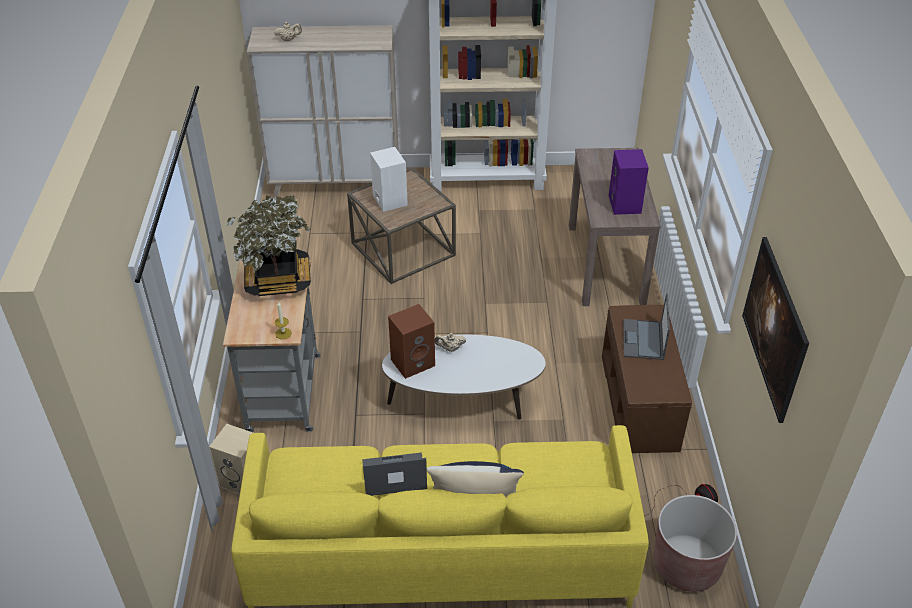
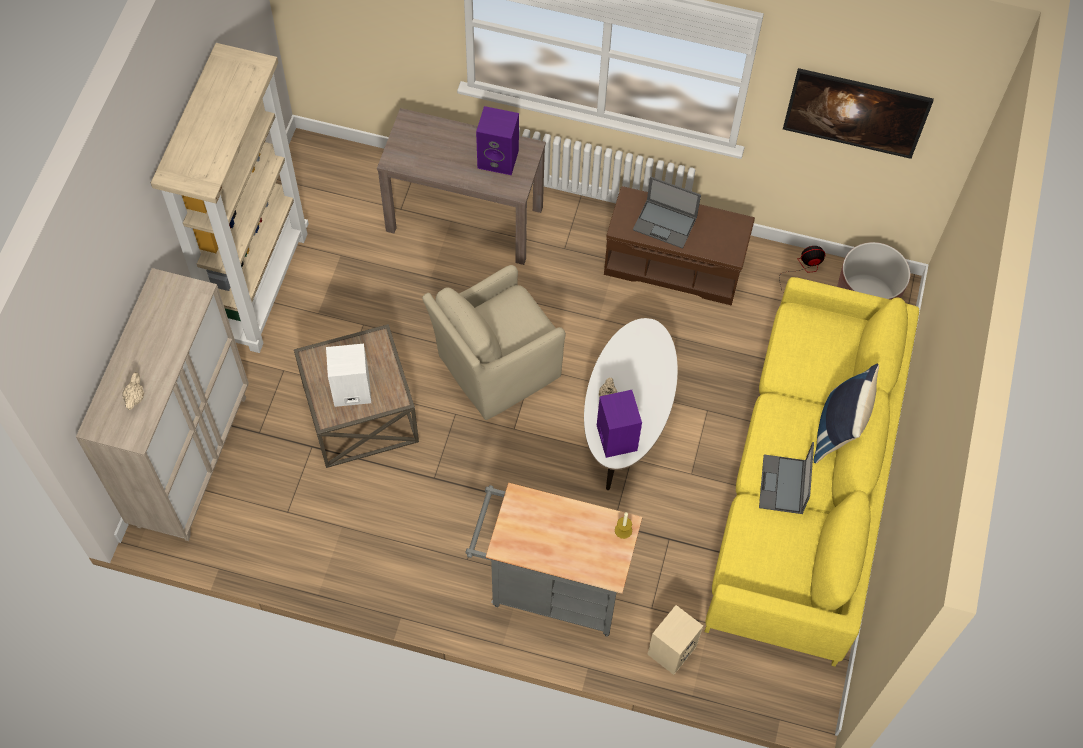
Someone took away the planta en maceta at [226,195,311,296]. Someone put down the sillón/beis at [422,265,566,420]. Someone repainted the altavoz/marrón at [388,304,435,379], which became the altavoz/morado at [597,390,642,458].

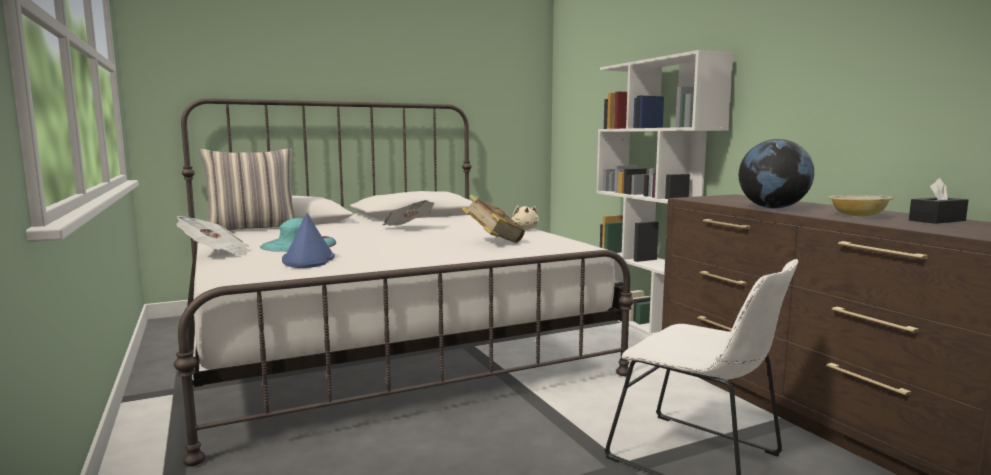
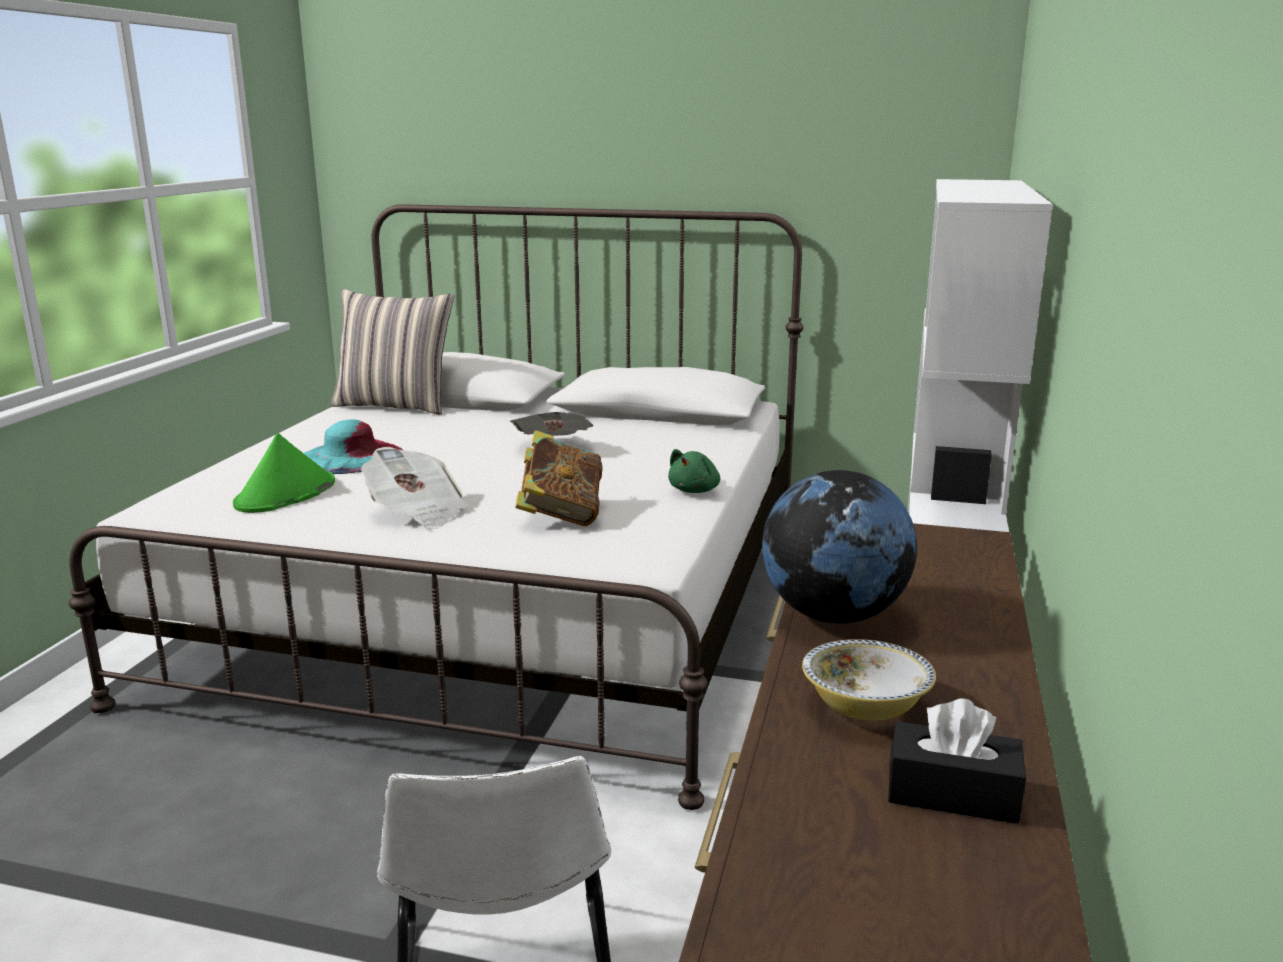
Someone carried the periódico from [176,216,249,256] to [361,447,468,529]. Someone repainted the sombrero/azul at [282,213,335,268], which became the sombrero/verde at [233,433,335,513]. Someone repainted the peluche/beis at [511,206,539,230], which became the peluche/verde at [668,449,720,493].

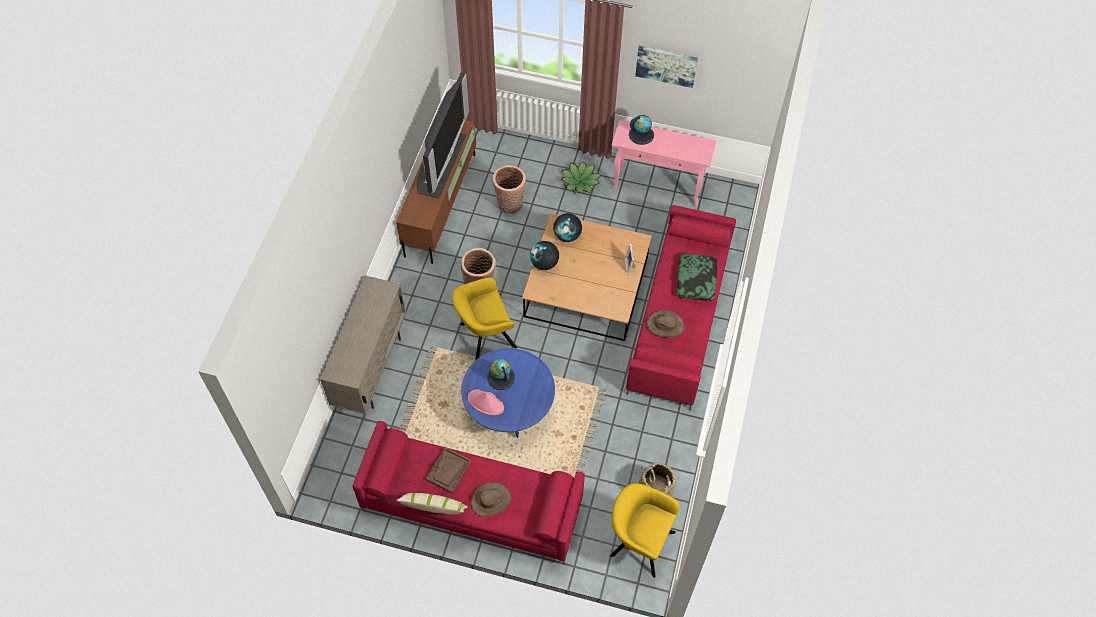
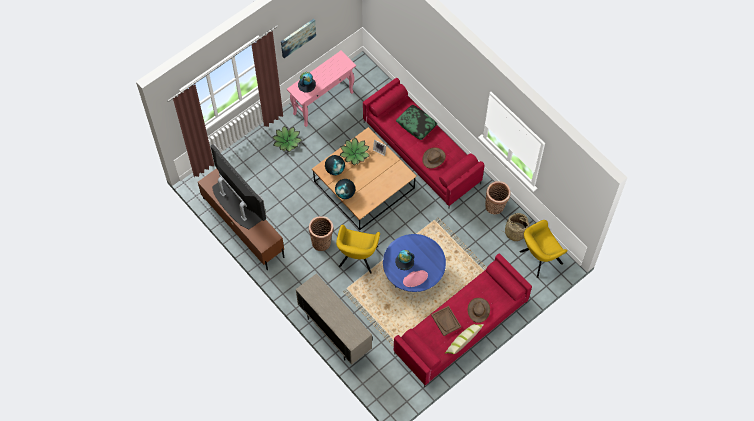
Someone put down the planta en maceta at [340,138,370,165]. Someone carried the cesta from [493,165,526,214] to [485,181,510,215].

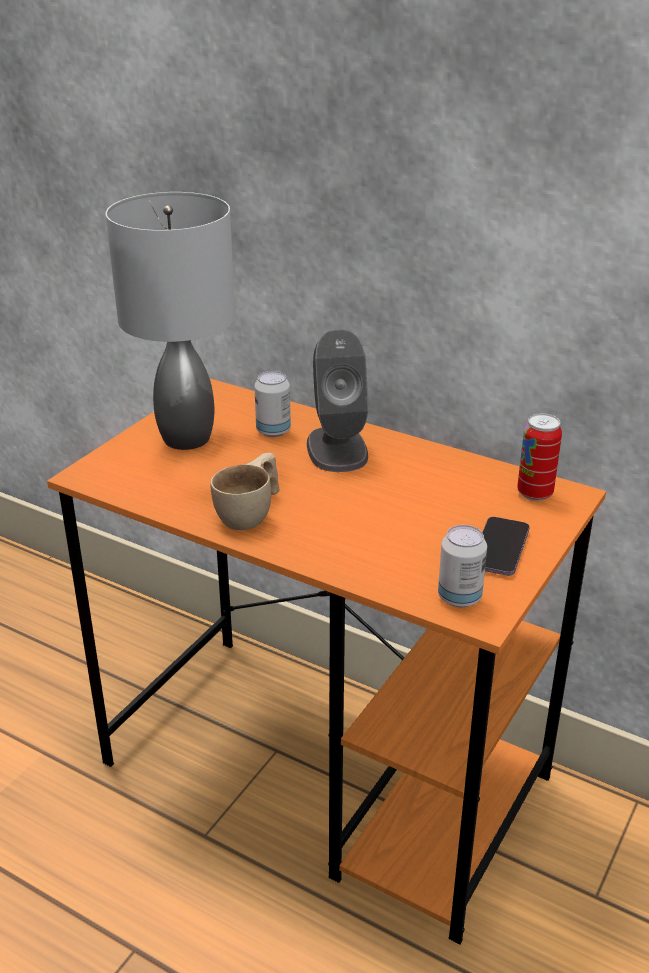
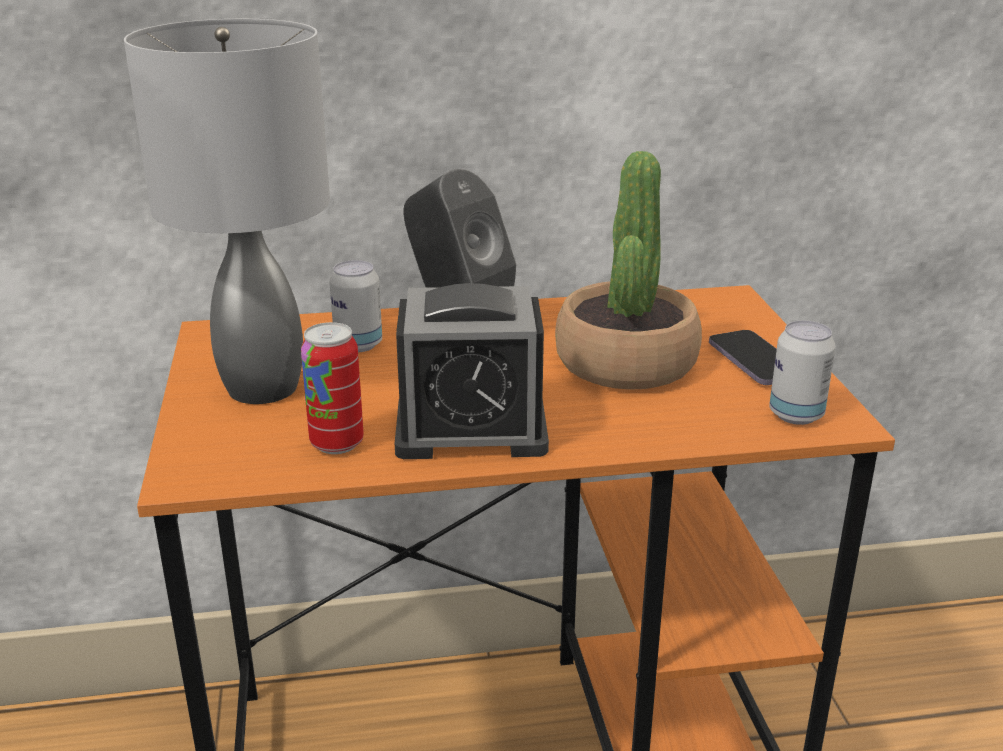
Someone put down the planta en maceta at [555,151,702,390]. Someone carried the lata from [517,413,562,501] to [301,322,364,454]. Someone swapped the taza/beis at [210,453,280,530] for the despertador at [395,283,549,459].

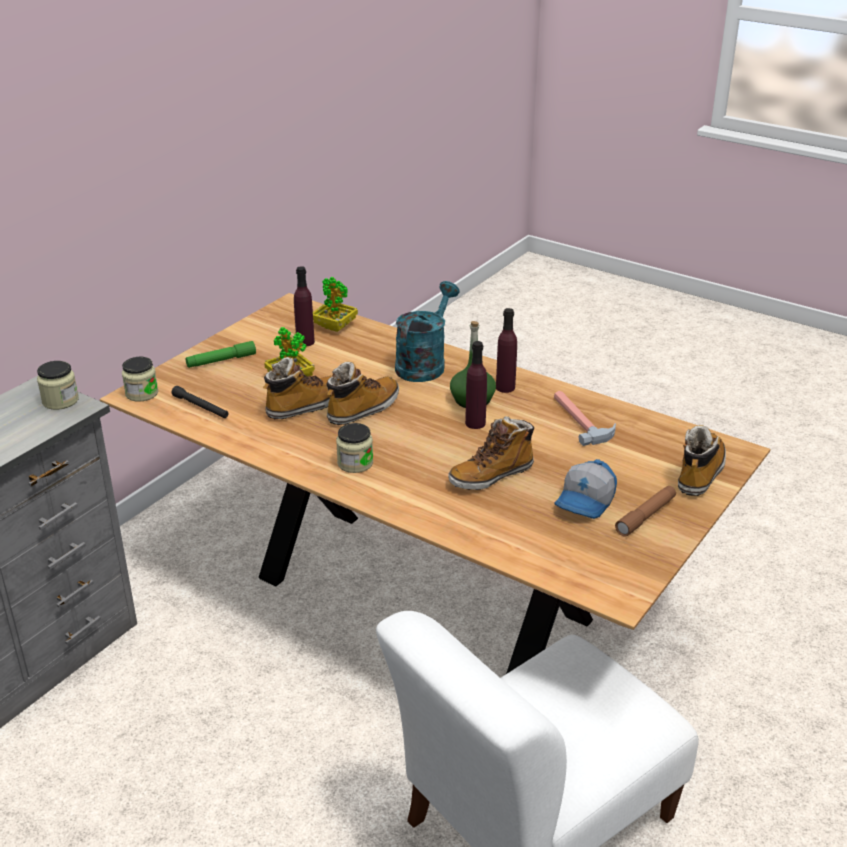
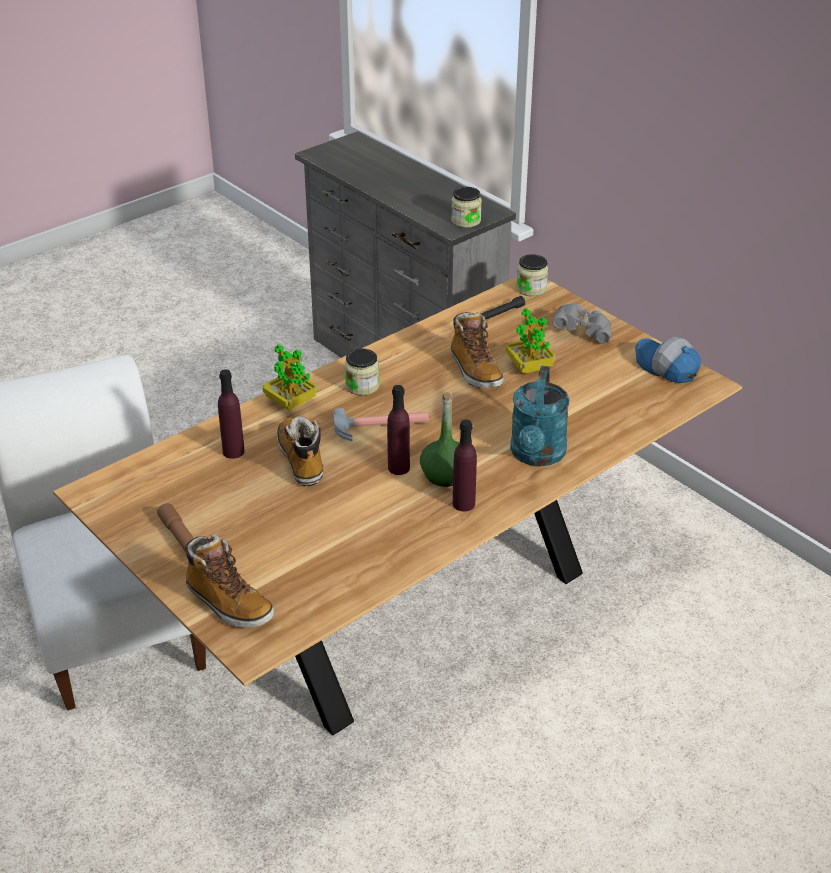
Someone took away the bota at [326,362,399,425]. Someone carried the botella/morado from [294,266,315,346] to [218,369,244,459]. Someone carried the planta en maceta from [313,277,358,332] to [263,344,318,411]. Someone carried the martillo from [554,391,616,446] to [333,408,428,441]. Someone carried the gorra from [554,459,617,519] to [635,337,701,383]. Someone swapped the linterna/verde at [186,341,256,368] for the prismáticos/gris at [552,304,611,344]. Someone rotated the regadera/turquesa at [395,281,460,382] by 60 degrees clockwise.

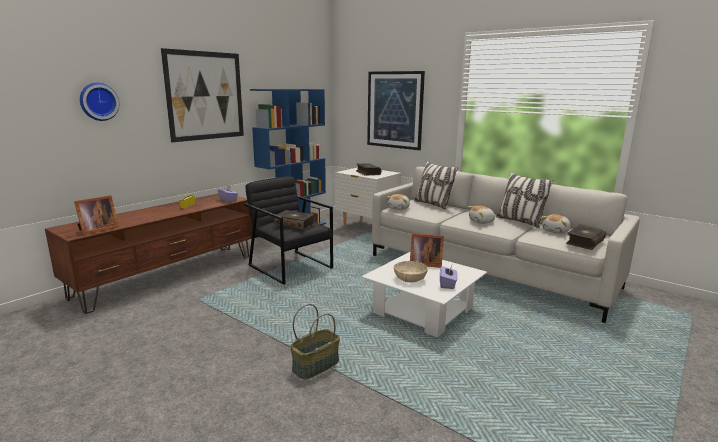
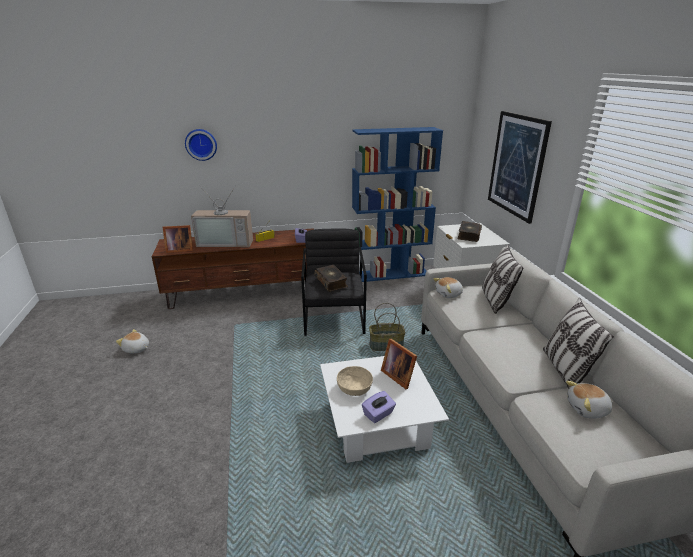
Someone took away the cuadro at [161,48,244,142]. Someone took away the libro at [565,224,606,250]. Someone put down the televisor at [191,186,253,247]. Someone carried the cesta from [290,304,340,380] to [369,303,405,351]. Someone carried the peluche from [467,206,495,224] to [116,329,149,353].

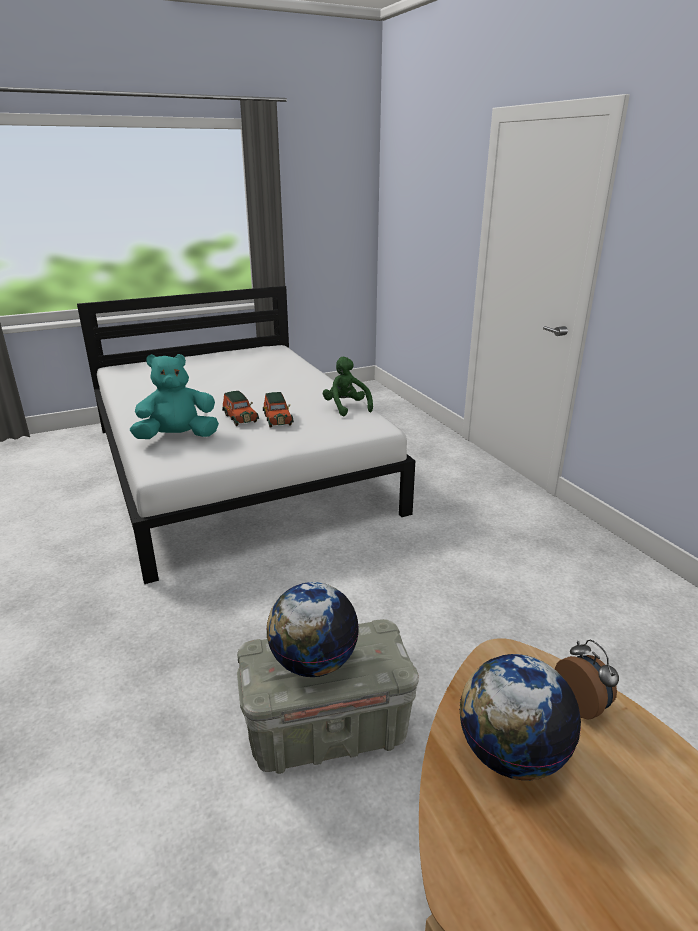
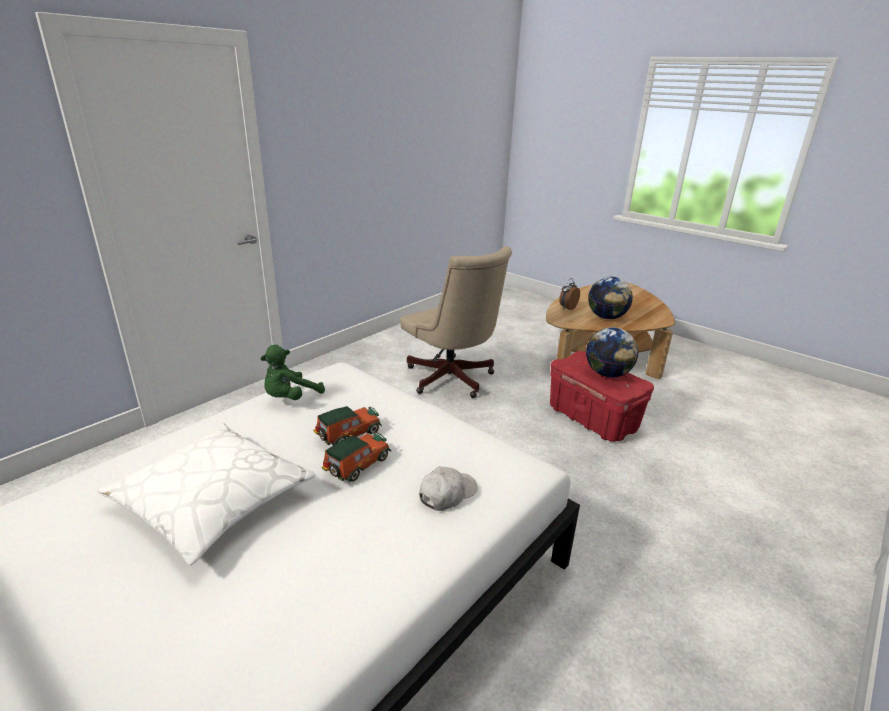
Someone put down the cojín/blanco at [97,423,316,565]. Someone put down the silla de oficina/beis at [400,246,512,398]. Someone swapped the peluche/turquesa at [130,354,219,439] for the gorra/blanco at [419,467,478,511]. Someone repainted the caja de almacenaje/gris at [237,619,419,774], which became the caja de almacenaje/rojo at [550,351,654,442].

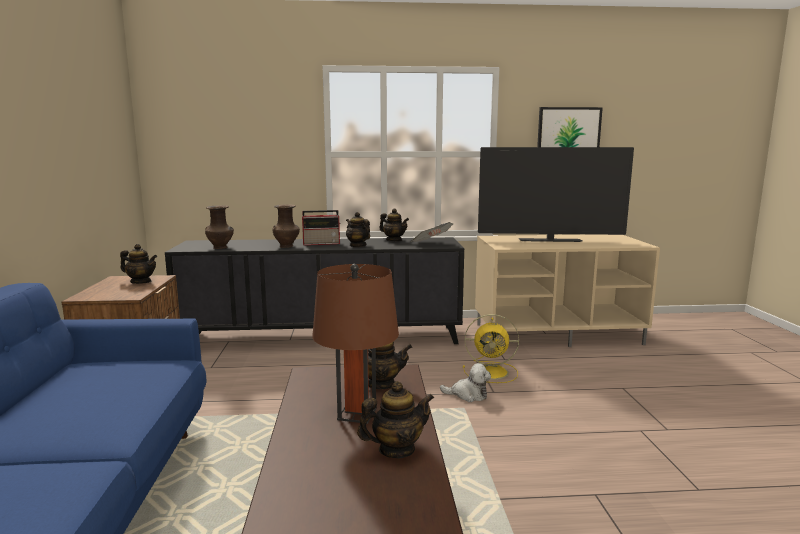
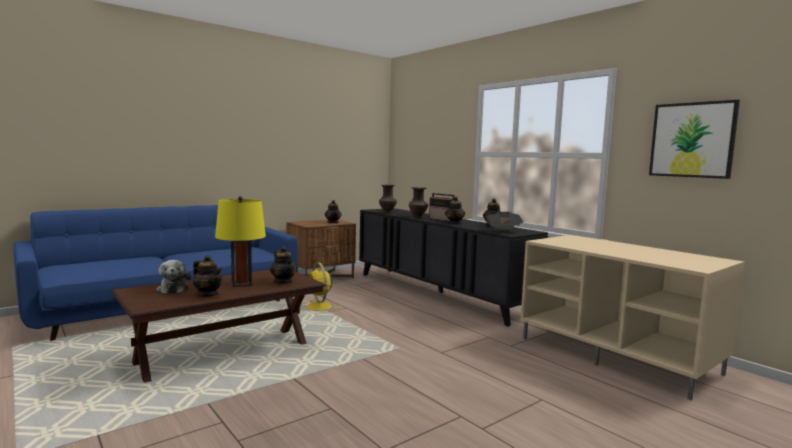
Someone took away the televisor at [478,147,634,242]. Someone carried the peluche from [440,363,491,402] to [157,260,191,294]. Someone carried the ventilador/amarillo from [463,314,519,383] to [300,263,340,313]. Someone repainted the lámpara de mesa/marrón at [312,264,399,424], which became the lámpara de mesa/amarillo at [215,196,266,287].

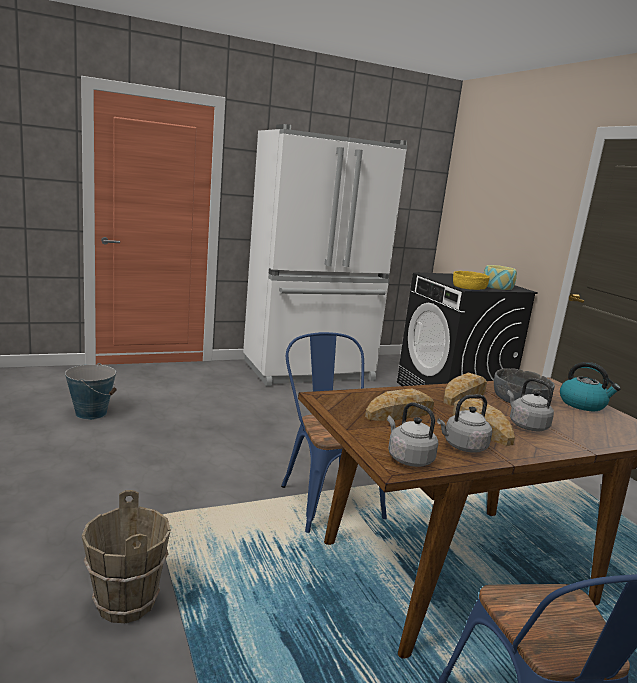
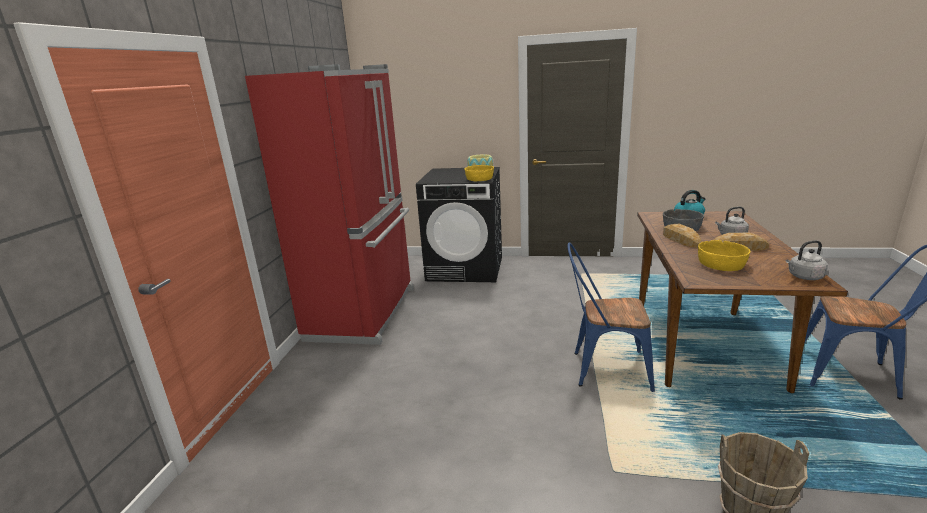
Someone took away the cubo at [65,363,117,420]. Someone took away the hervidor/gris at [437,394,492,453]. Someone swapped the pan at [365,388,434,421] for the cuenco/amarillo at [698,240,750,271]. Someone repainted the nevera/blanco at [243,124,407,386], which became the nevera/rojo at [245,64,414,345].

